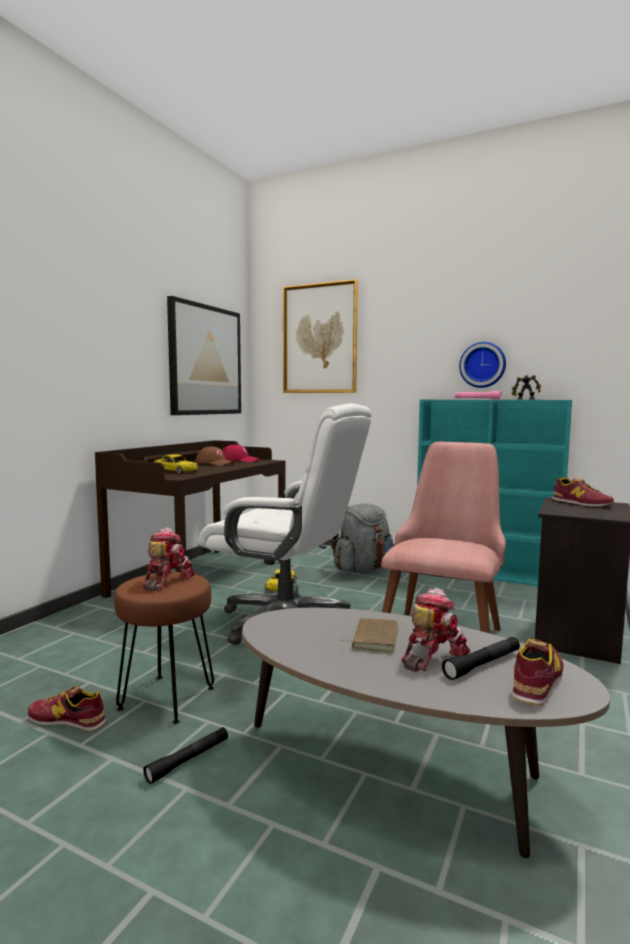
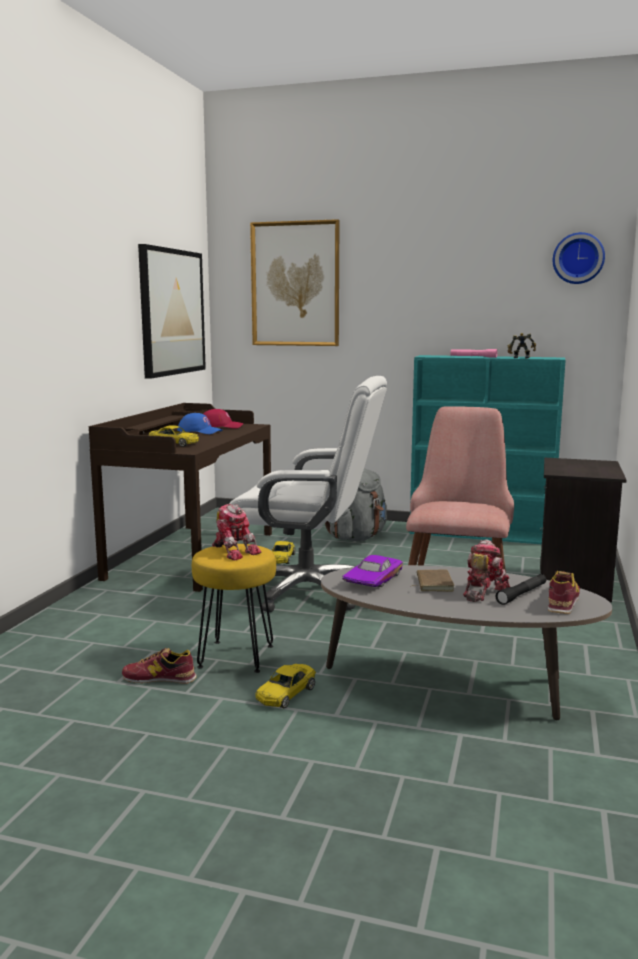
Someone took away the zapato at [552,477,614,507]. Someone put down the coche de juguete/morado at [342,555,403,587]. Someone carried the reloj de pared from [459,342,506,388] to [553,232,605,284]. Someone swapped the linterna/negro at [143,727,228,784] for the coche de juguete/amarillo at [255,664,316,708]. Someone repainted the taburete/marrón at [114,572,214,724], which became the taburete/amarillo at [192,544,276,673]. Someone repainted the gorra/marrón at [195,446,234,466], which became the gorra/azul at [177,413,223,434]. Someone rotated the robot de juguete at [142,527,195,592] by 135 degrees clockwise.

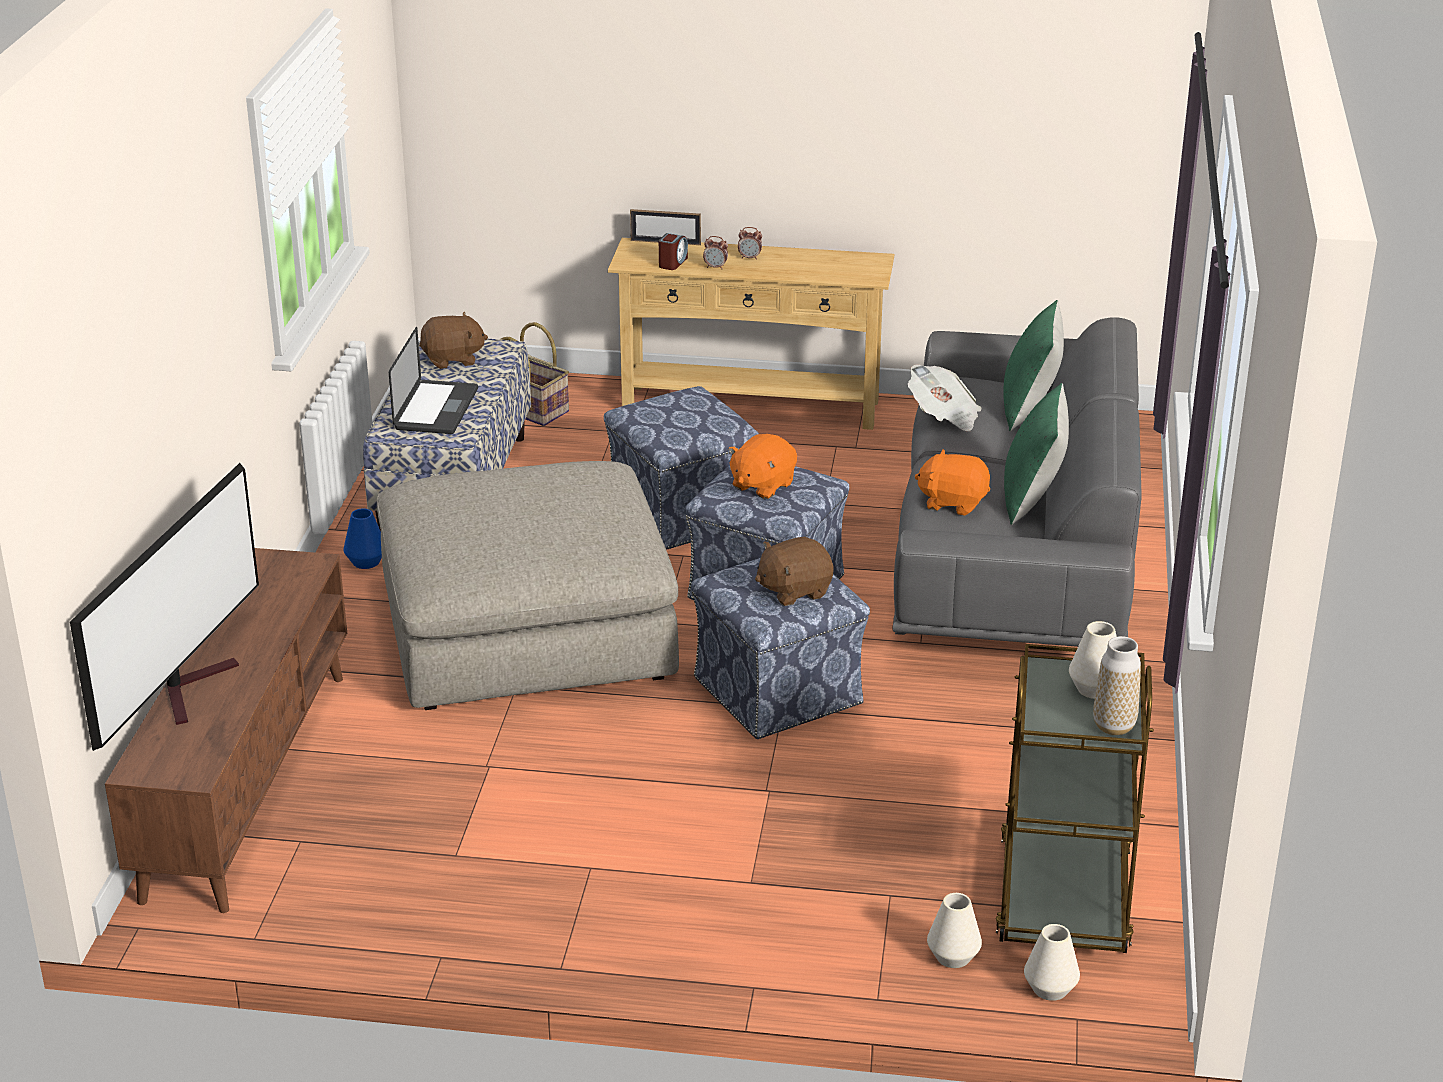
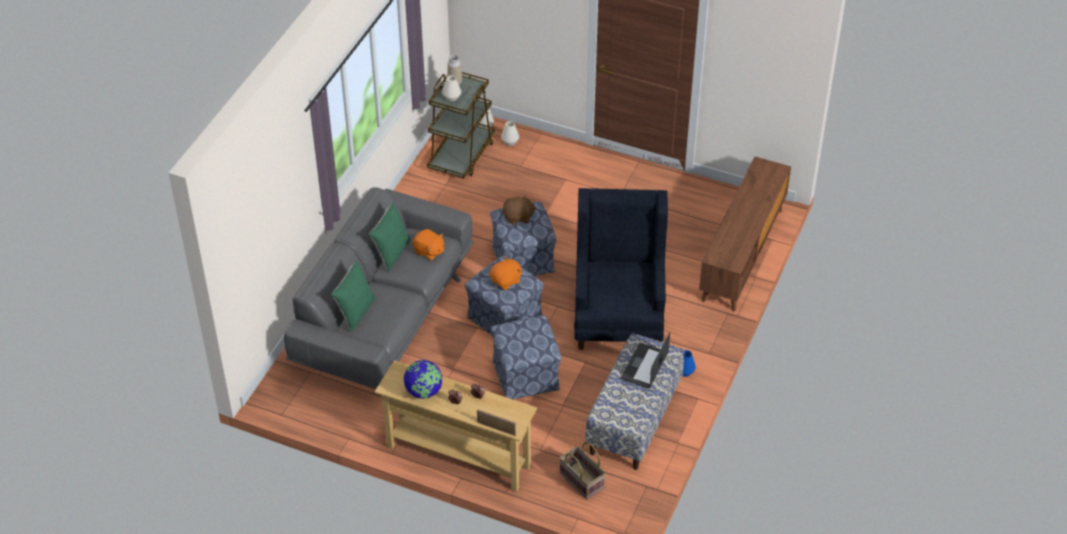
Someone took away the televisor at [70,463,259,751]. Someone took away the peluche/marrón at [419,312,488,369]. Someone took away the despertador at [659,233,688,270]. Someone took away the periódico at [908,364,982,431]. Someone put down the globo terráqueo at [404,360,442,399]. Someone swapped the puf/beis at [377,461,679,710] for the sillón/azul at [574,188,668,350].

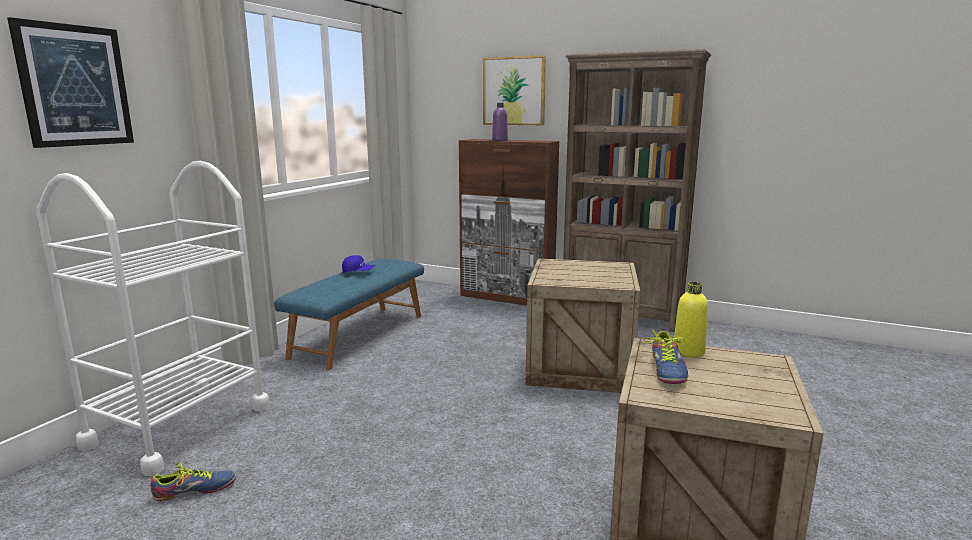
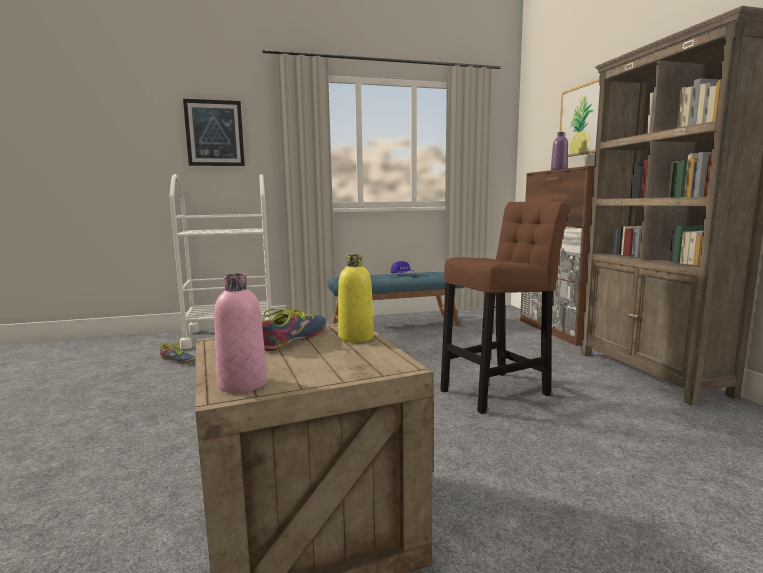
Someone put down the botella/rosa at [214,273,267,393]. Someone swapped the caja de embalaje at [526,258,640,393] for the taburete/marrón at [440,201,570,414]. Someone rotated the zapato at [643,328,688,384] by 150 degrees clockwise.

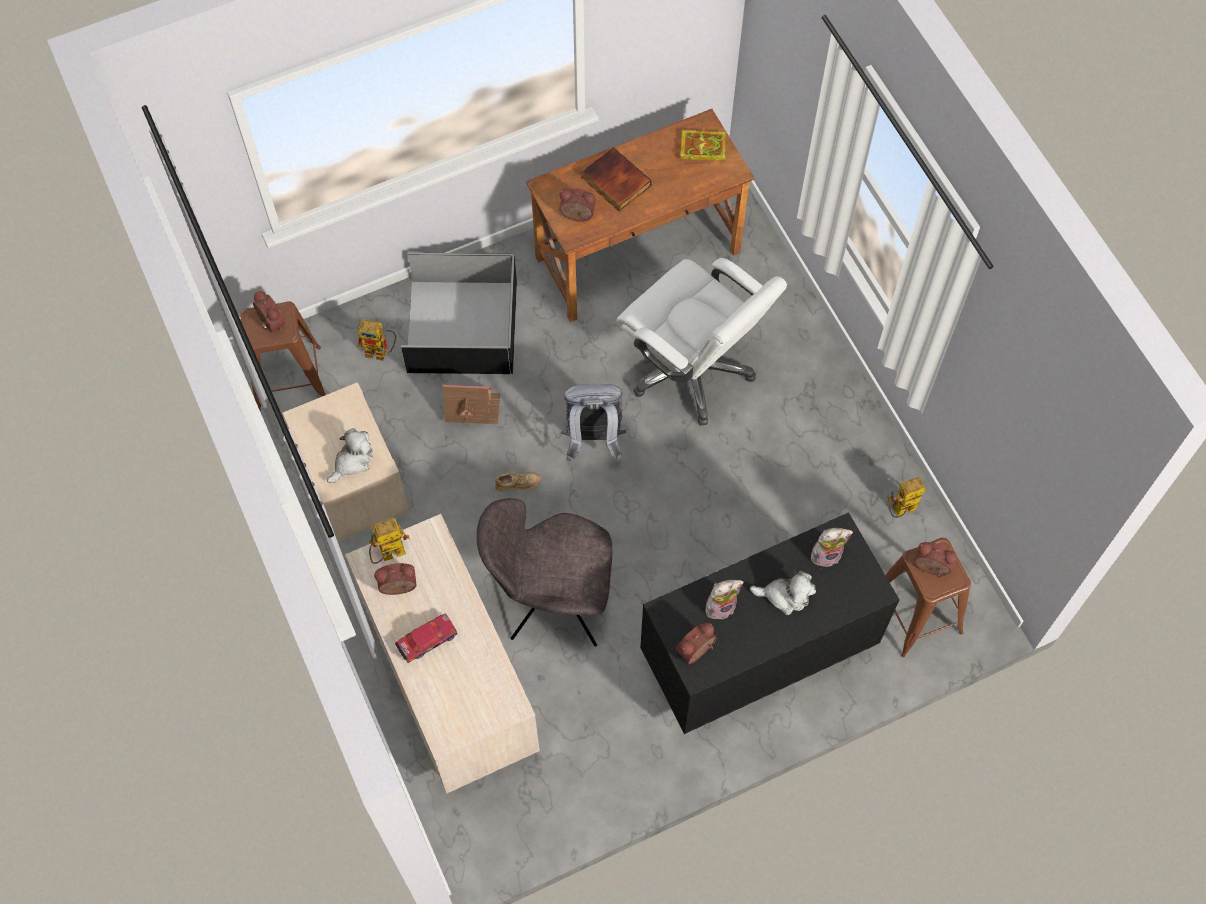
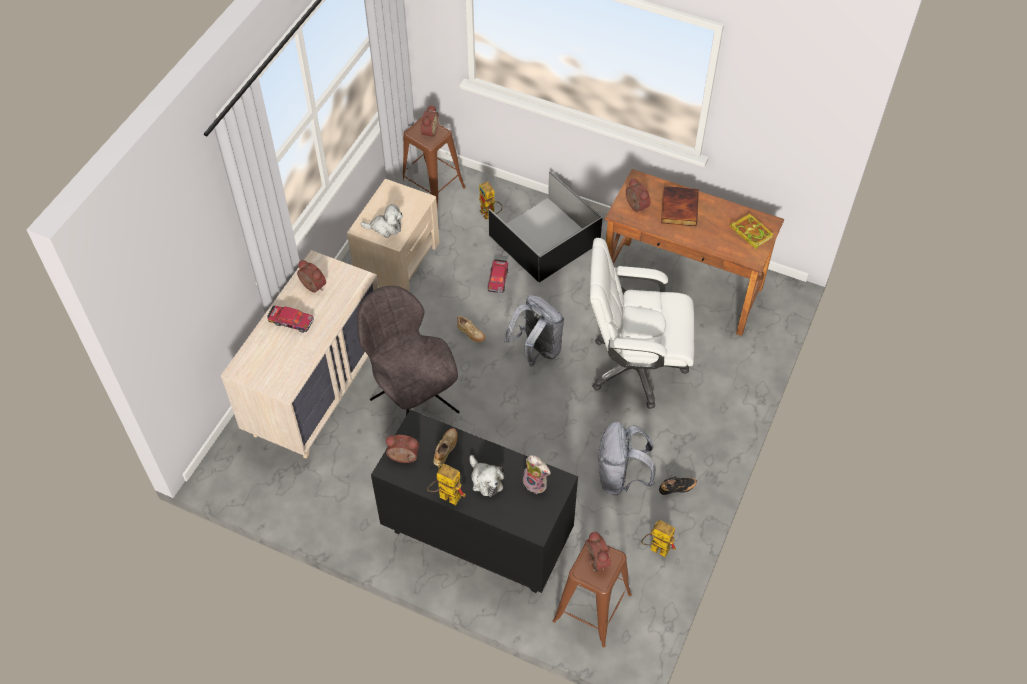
Someone put down the mochila/gris at [598,422,656,495]. Someone put down the zapato/negro at [659,477,697,495]. Someone carried the robot de juguete from [369,518,410,564] to [427,464,466,506]. Someone swapped the casita at [442,385,500,427] for the coche de juguete at [488,260,508,293]. Someone swapped the peluche at [705,580,744,619] for the zapato/beis at [433,428,457,466]. Someone rotated the silla de oficina/blanco at [617,258,787,426] by 90 degrees clockwise.

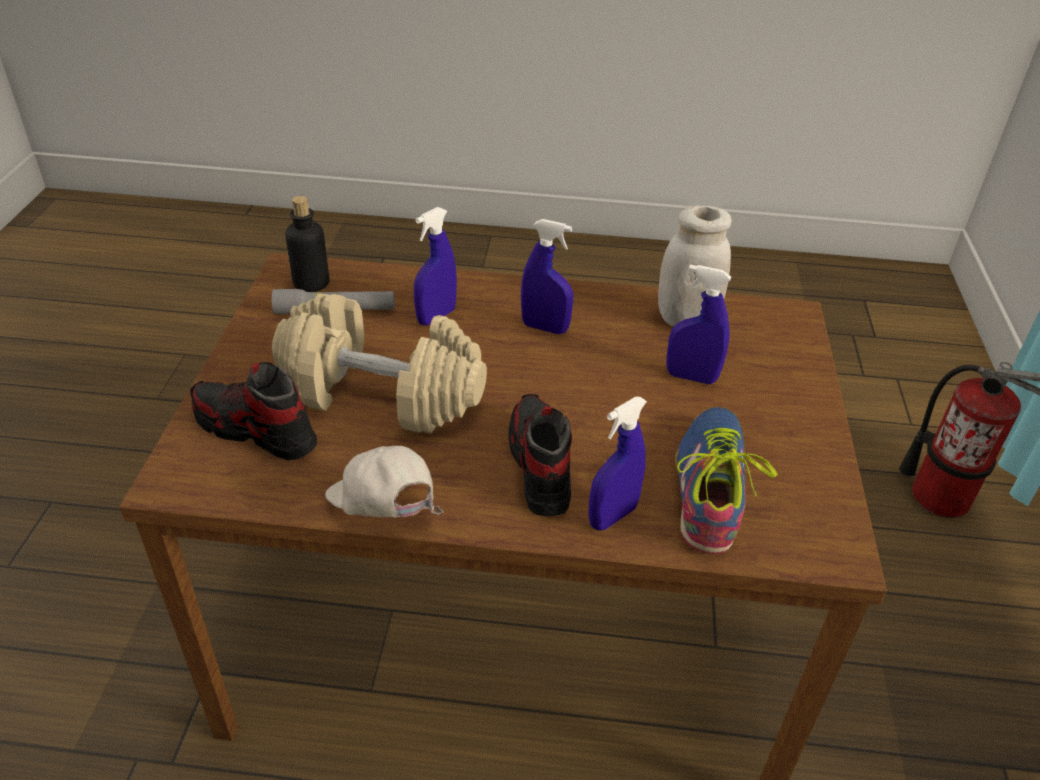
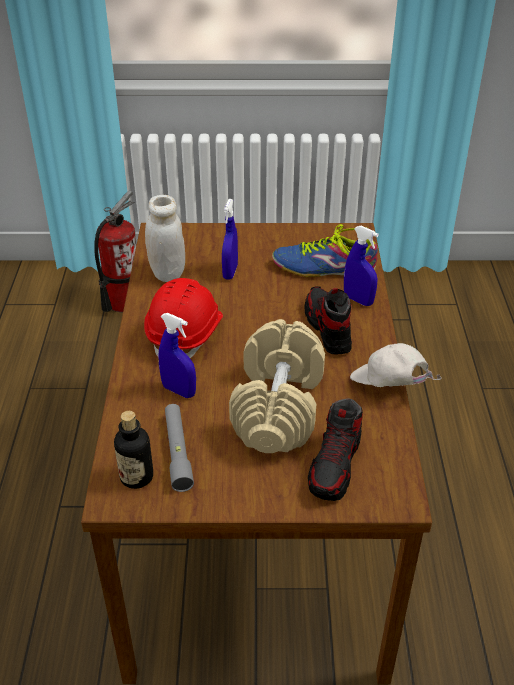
Someone swapped the pulverizador/azul at [521,219,573,334] for the casco/rojo at [144,278,223,358]. Someone rotated the gorra/blanco at [325,446,443,518] by 90 degrees clockwise. Someone rotated the zapato at [508,394,572,516] by 90 degrees clockwise.

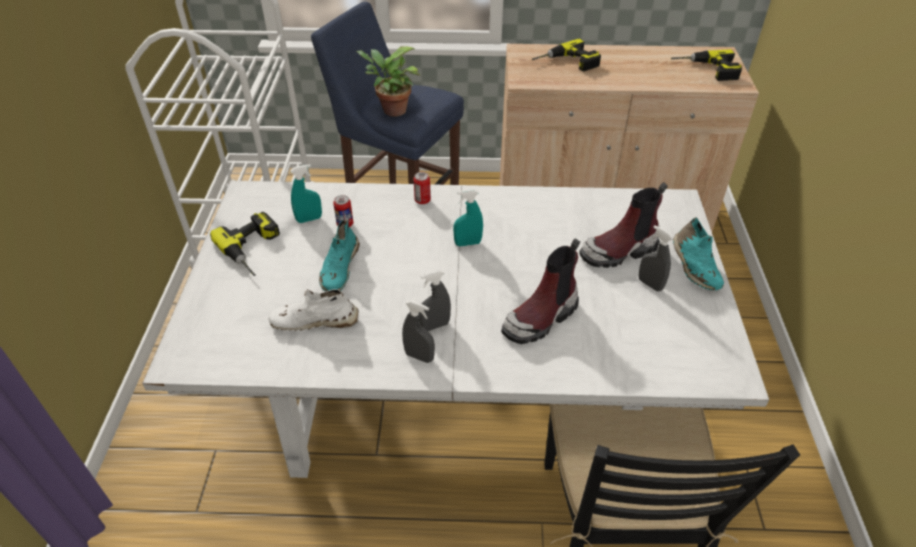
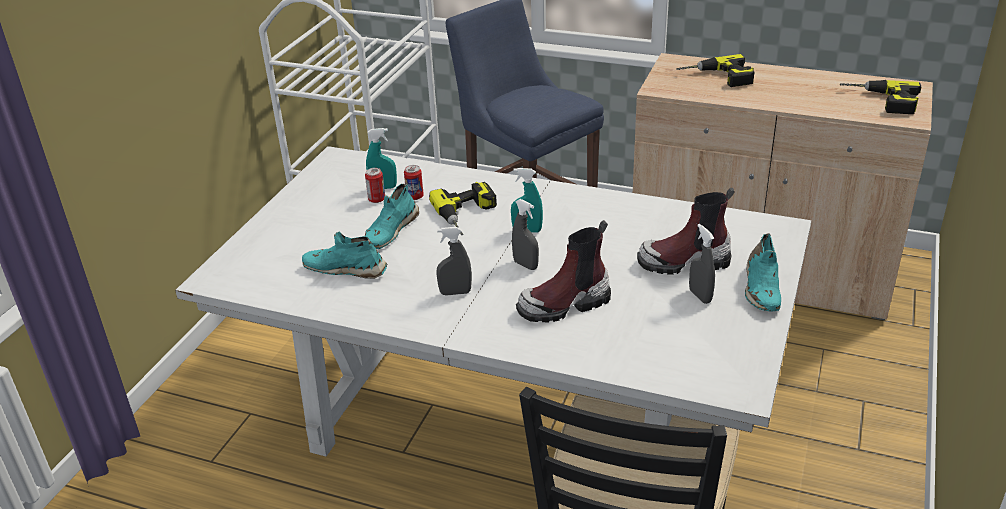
Someone took away the planta en maceta at [356,46,420,117]. Someone carried the taladro from [210,212,280,276] to [429,182,497,236]. Someone carried the pulverizador/gris from [402,301,435,363] to [512,199,539,270]. Someone carried the lata from [414,172,431,204] to [365,168,385,203]. Someone repainted the zapato/blanco at [268,289,359,331], which became the zapato/turquesa at [302,232,387,279].

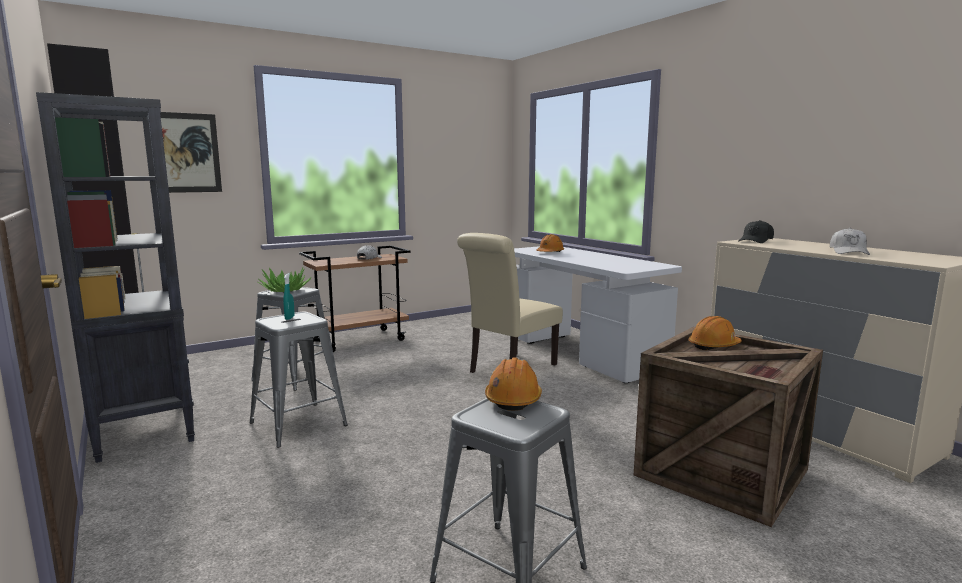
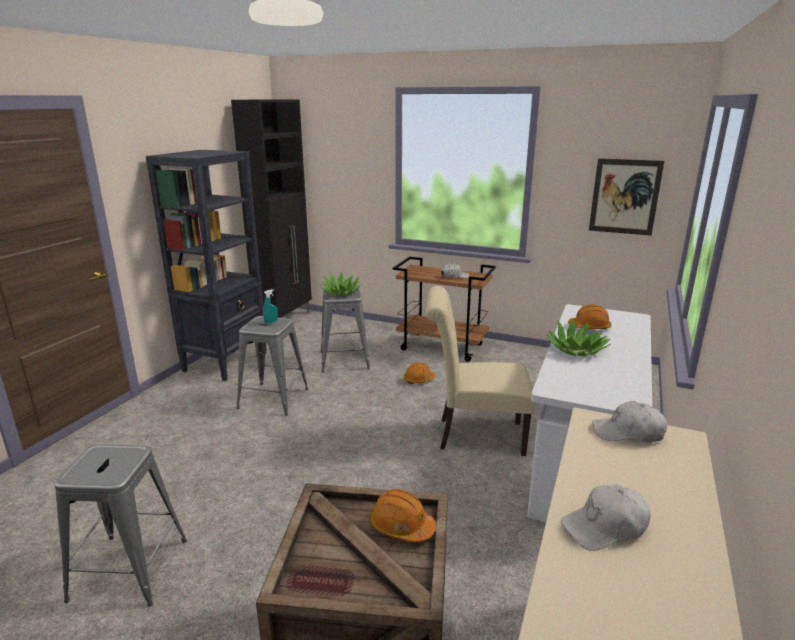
Someone put down the planta en maceta at [546,318,611,356]. Someone carried the cuadro from [143,112,222,193] to [589,158,664,236]. Someone carried the casco/naranja from [485,357,542,411] to [404,362,435,384]. Someone repainted the gorra/negro at [738,220,774,243], which became the gorra/blanco at [592,401,667,443].

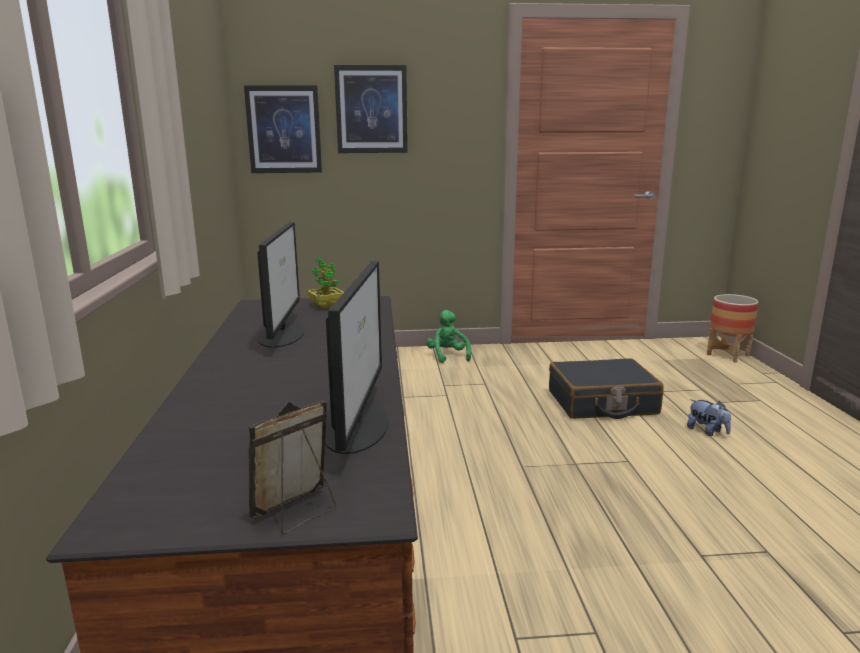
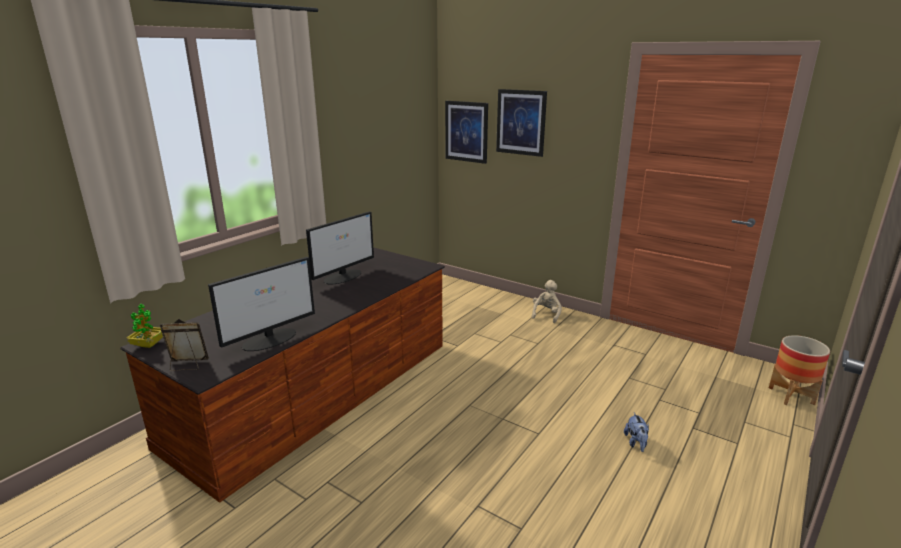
Someone took away the maleta/negro at [549,358,664,419]. Someone carried the planta en maceta from [307,257,344,308] to [127,304,163,348]. Someone repainted the peluche/verde at [426,310,471,363], which became the peluche/beis at [532,280,562,323].

